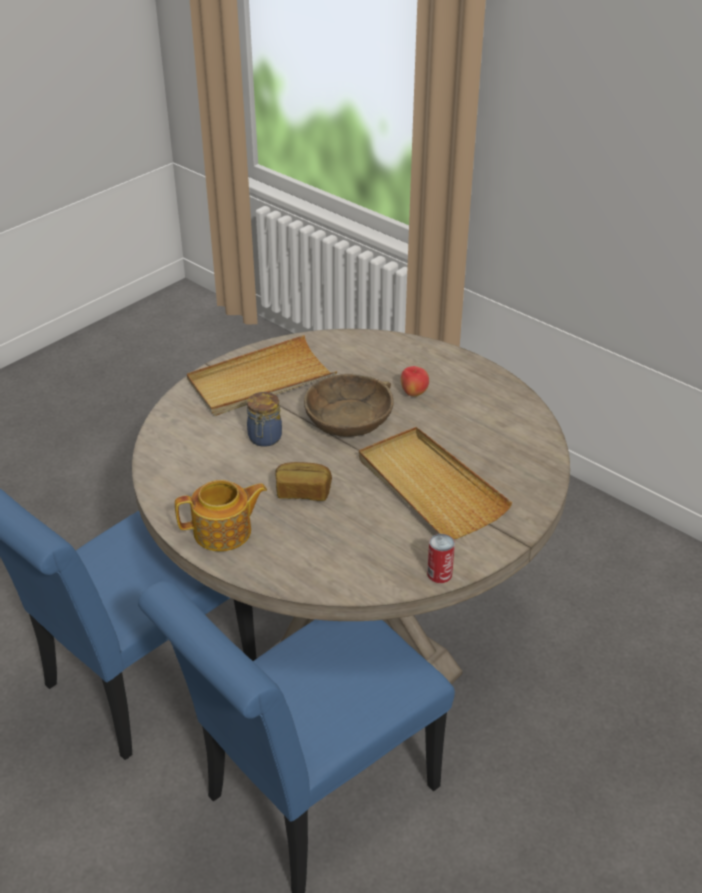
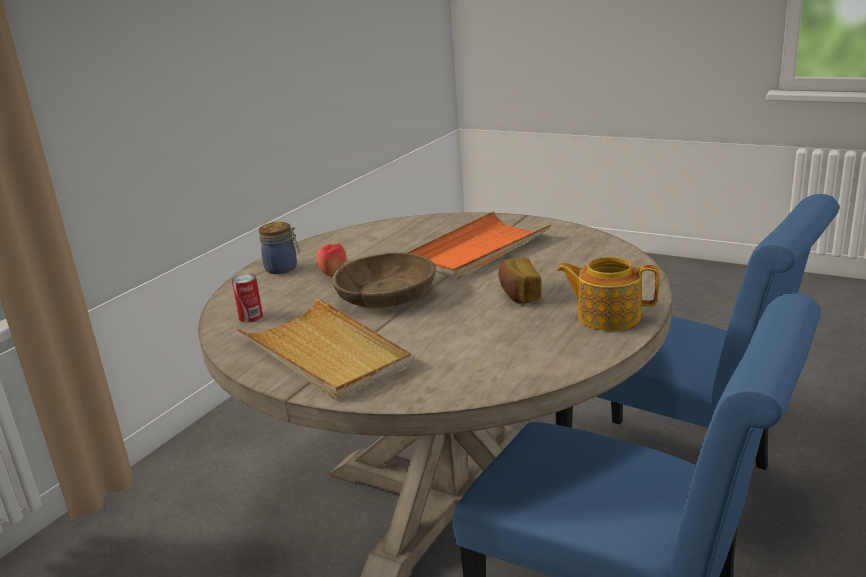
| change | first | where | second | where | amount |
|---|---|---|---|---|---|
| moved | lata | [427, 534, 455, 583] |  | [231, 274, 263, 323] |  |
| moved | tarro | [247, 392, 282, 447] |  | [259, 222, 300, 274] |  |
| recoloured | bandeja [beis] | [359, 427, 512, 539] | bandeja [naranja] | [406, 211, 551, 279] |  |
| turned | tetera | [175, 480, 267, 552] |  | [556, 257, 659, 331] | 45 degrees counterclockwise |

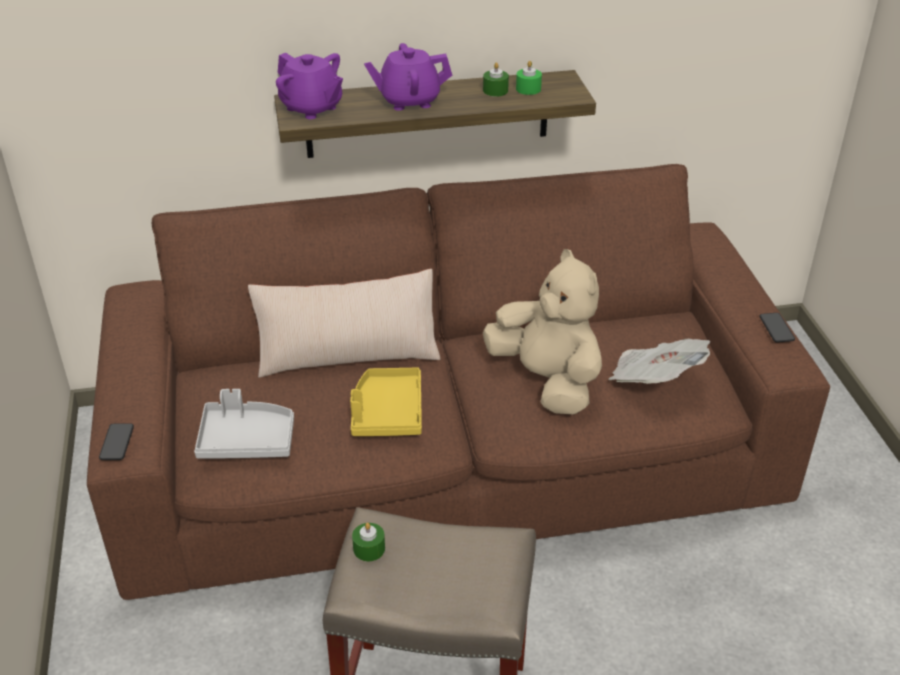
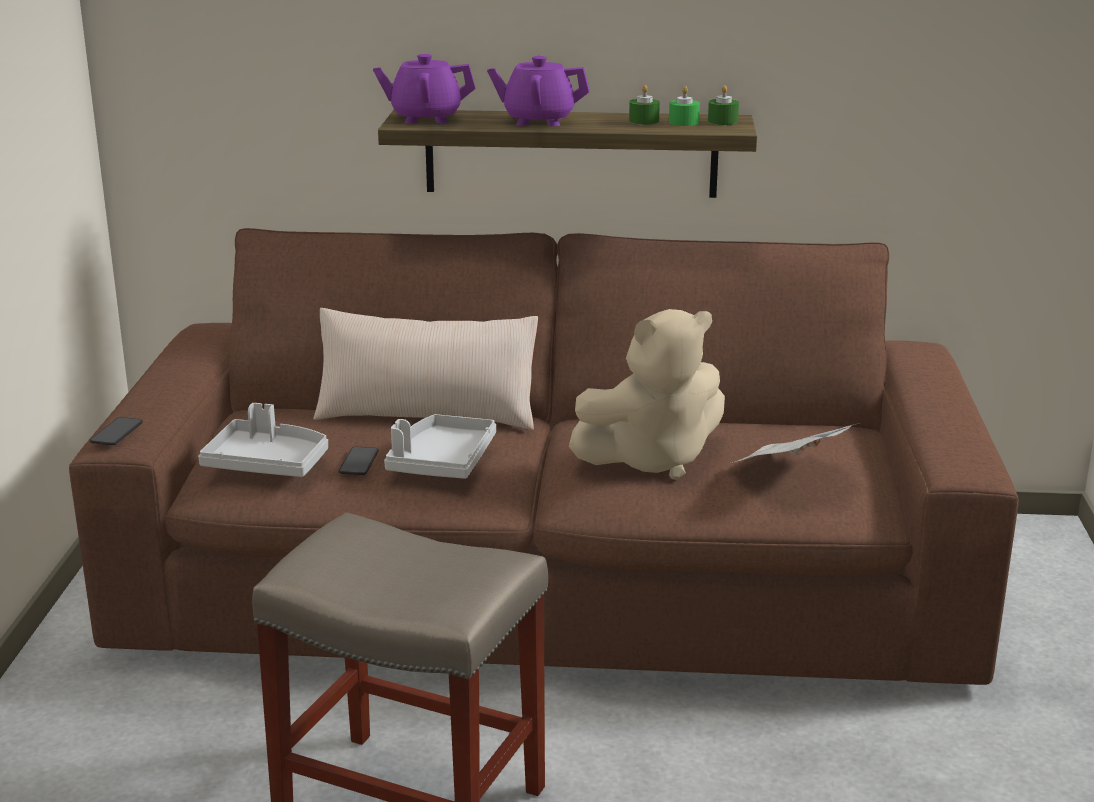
| change | first | where | second | where | amount |
|---|---|---|---|---|---|
| moved | móvil | [759, 313, 795, 342] |  | [339, 447, 379, 475] |  |
| turned | tetera [morado] | [276, 53, 343, 119] |  | [373, 54, 476, 124] | 120 degrees clockwise |
| recoloured | bandeja [amarillo] | [350, 368, 422, 436] | bandeja [gris] | [384, 414, 496, 479] |  |
| turned | peluche [beis] | [483, 249, 602, 414] |  | [569, 309, 725, 480] | 90 degrees clockwise |
| moved | vela [verde] | [352, 523, 385, 561] |  | [708, 85, 739, 125] |  |

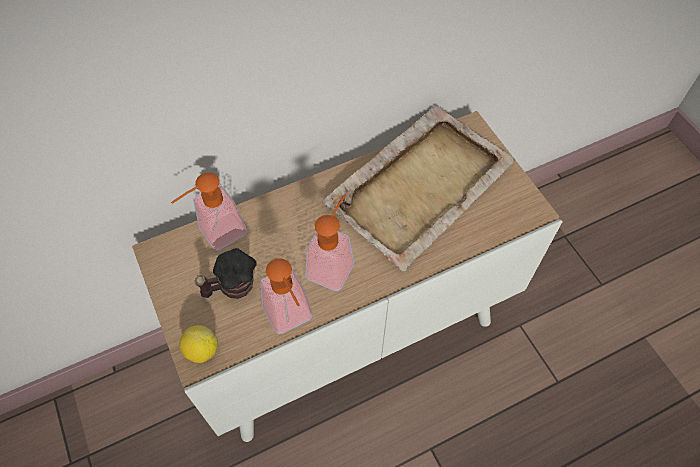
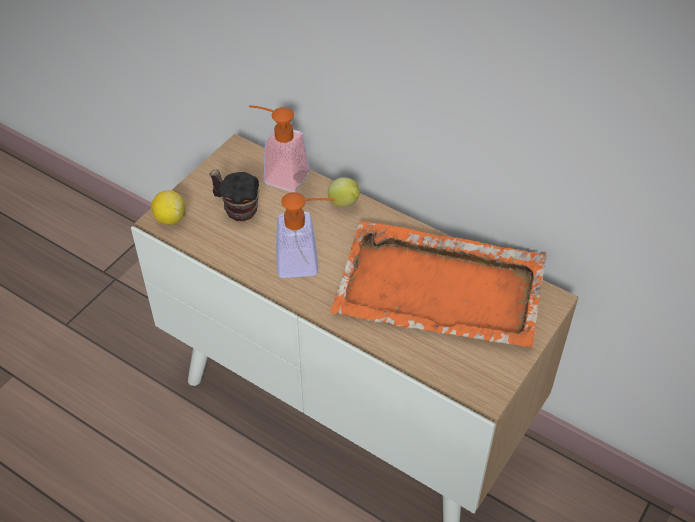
| change | first | where | second | where | amount |
|---|---|---|---|---|---|
| added |  |  | limón | [328, 177, 360, 207] |  |
| recoloured | bandeja [beis] | [323, 105, 516, 271] | bandeja [naranja] | [330, 221, 547, 348] |  |
| removed | dispensador de jabón | [260, 258, 313, 334] |  |  |  |

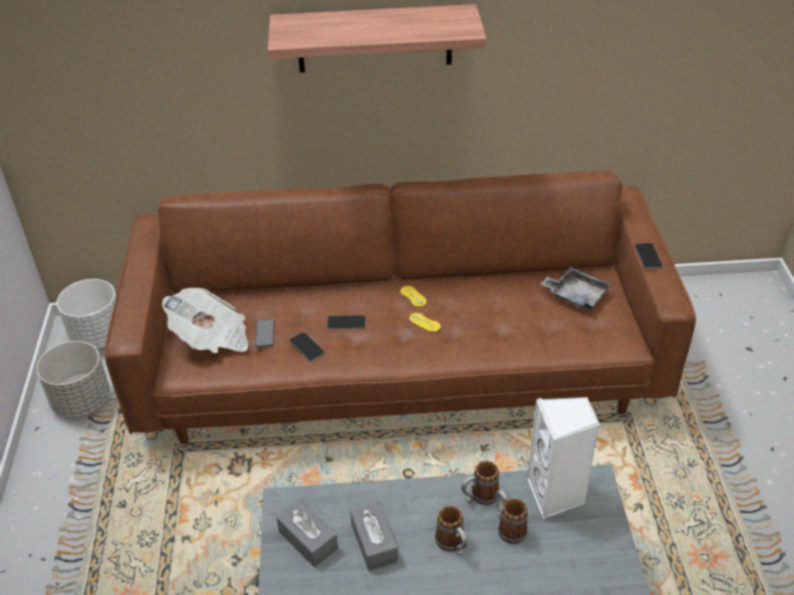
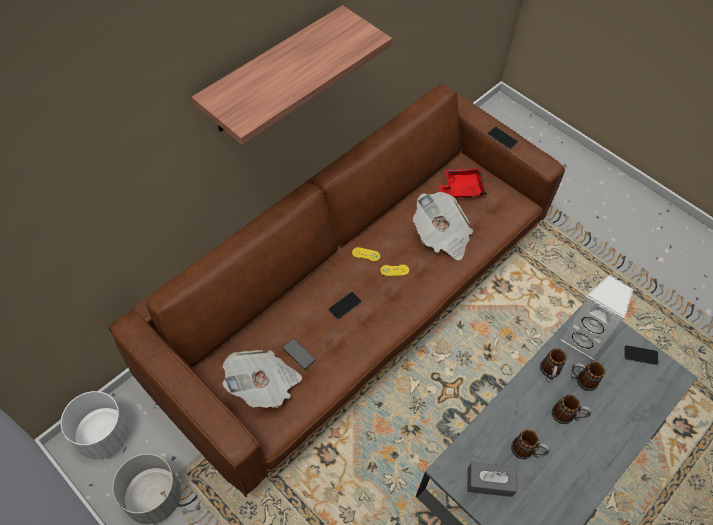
| change | first | where | second | where | amount |
|---|---|---|---|---|---|
| added |  |  | periódico | [413, 192, 473, 260] |  |
| recoloured | bandeja [gris] | [541, 267, 612, 312] | bandeja [rojo] | [438, 168, 487, 198] |  |
| replaced | caja de pañuelos [gris] | [350, 502, 398, 571] | taza grande | [511, 429, 550, 459] |  |
| moved | móvil | [290, 332, 325, 361] |  | [624, 345, 659, 365] |  |

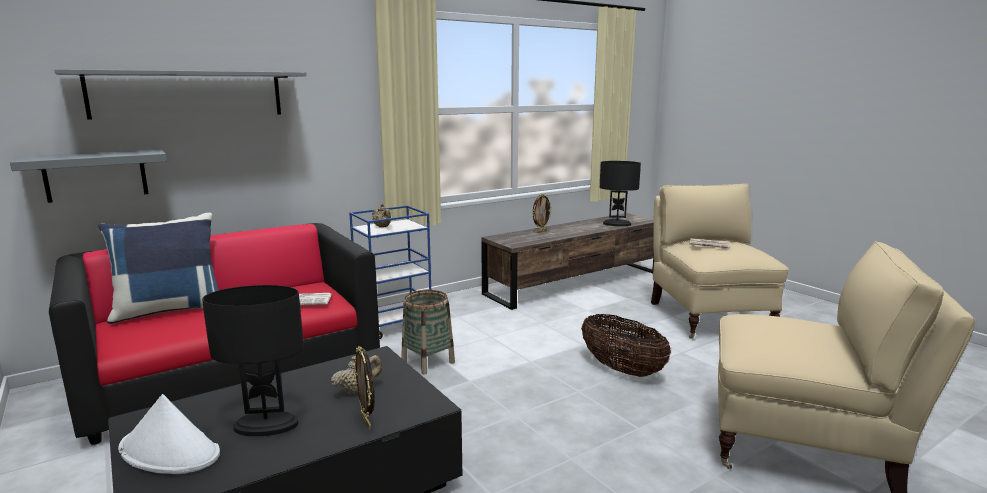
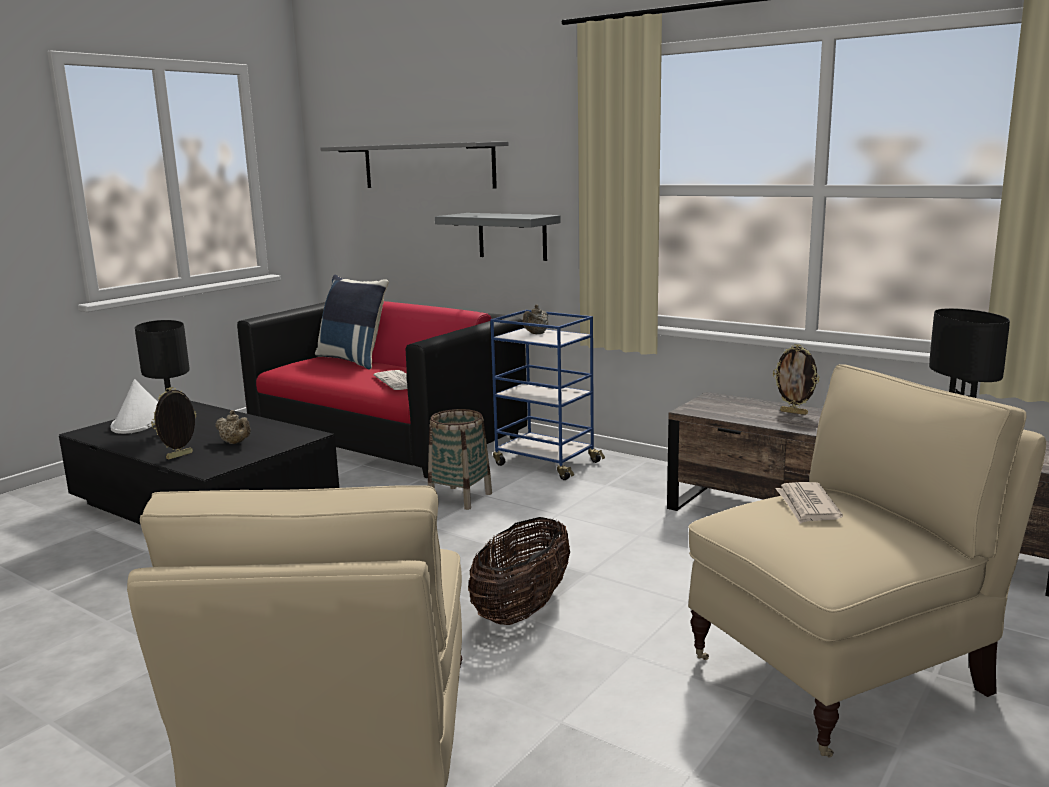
| change | first | where | second | where | amount |
|---|---|---|---|---|---|
| moved | estante [gris] | [10, 149, 167, 203] |  | [435, 213, 561, 261] |  |

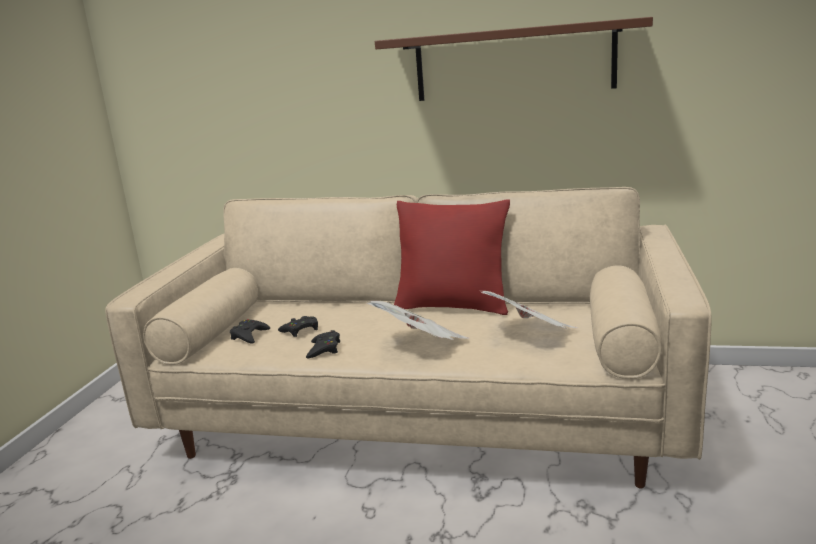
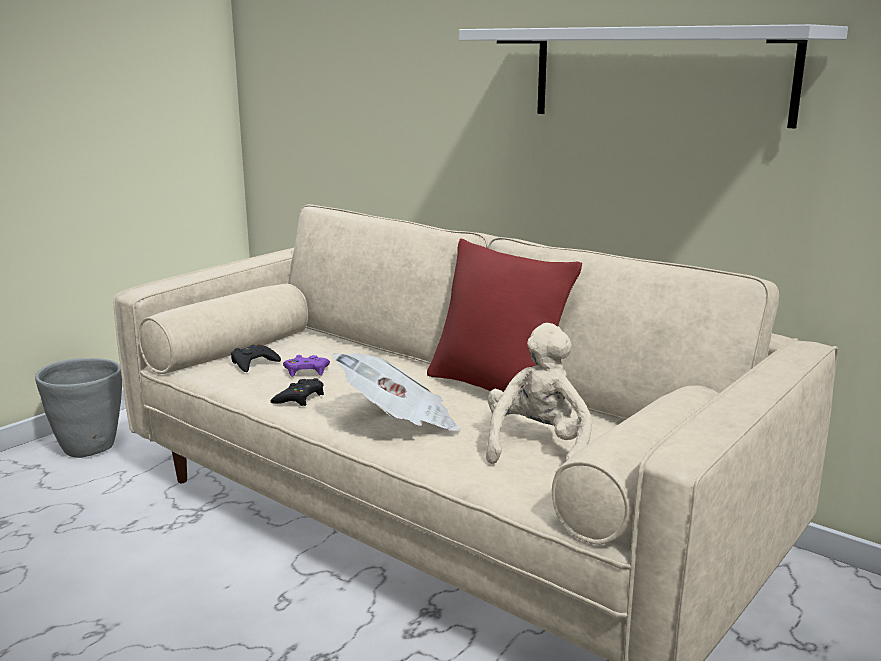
| change | first | where | second | where | amount |
|---|---|---|---|---|---|
| added |  |  | maceta [gris] | [35, 358, 122, 458] |  |
| recoloured | mando de consola [negro] | [278, 316, 318, 337] | mando de consola [morado] | [283, 355, 330, 377] |  |
| recoloured | estante [marrón] | [375, 17, 653, 101] | estante [blanco] | [459, 24, 848, 128] |  |
| replaced | periódico | [480, 291, 578, 329] | peluche [beis] | [486, 323, 592, 464] |  |

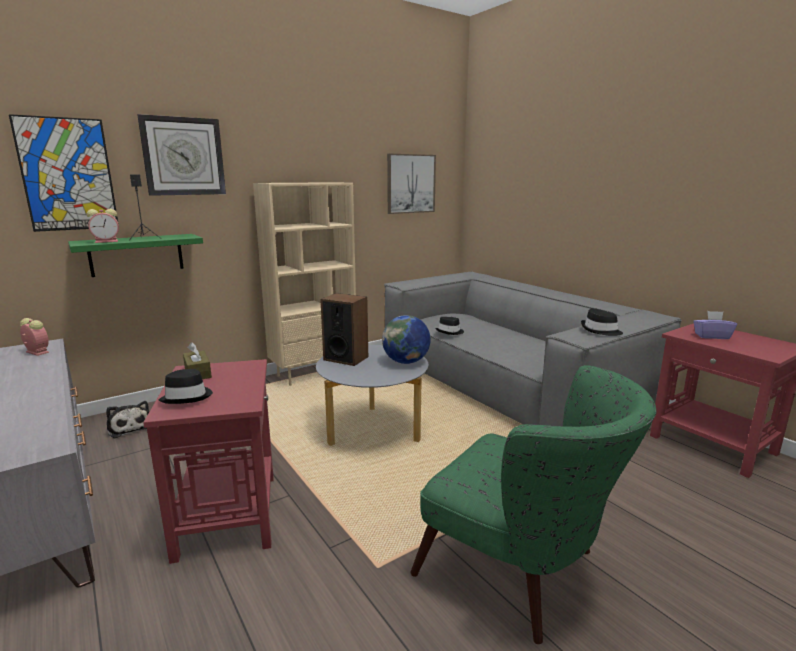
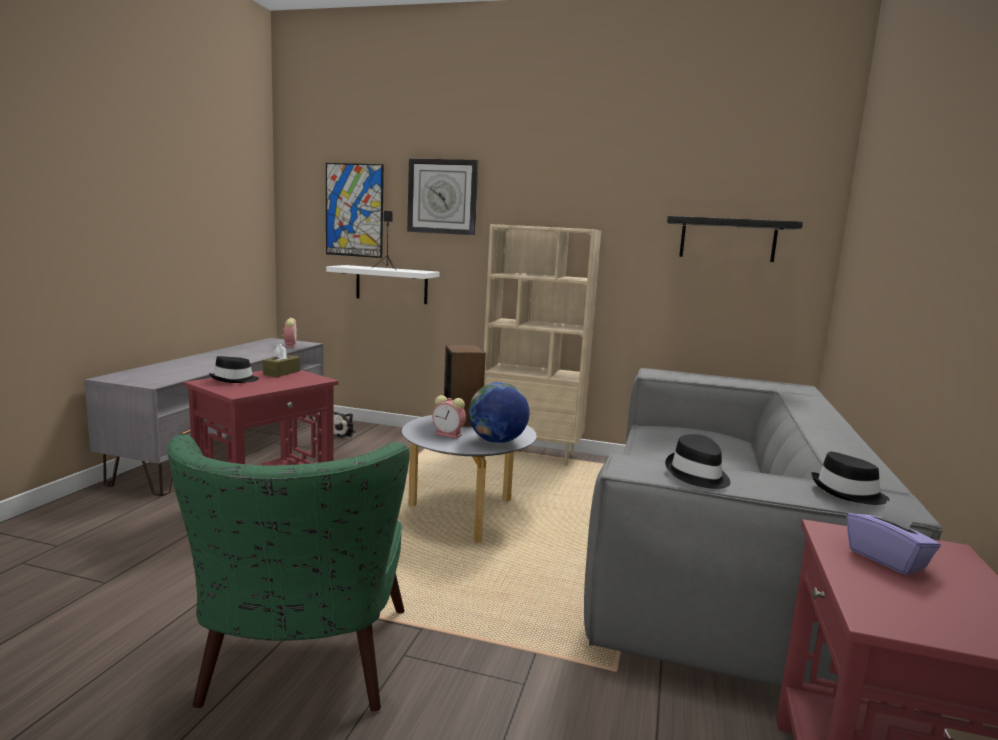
| change | first | where | second | where | amount |
|---|---|---|---|---|---|
| recoloured | estante [verde] | [68, 234, 203, 277] | estante [blanco] | [326, 265, 440, 304] |  |
| moved | despertador | [87, 209, 119, 243] |  | [432, 395, 466, 438] |  |
| replaced | cuadro | [387, 154, 436, 214] | estante [negro] | [667, 216, 803, 262] |  |
| moved | sombrero [negro] | [435, 317, 464, 335] |  | [811, 451, 889, 505] |  |

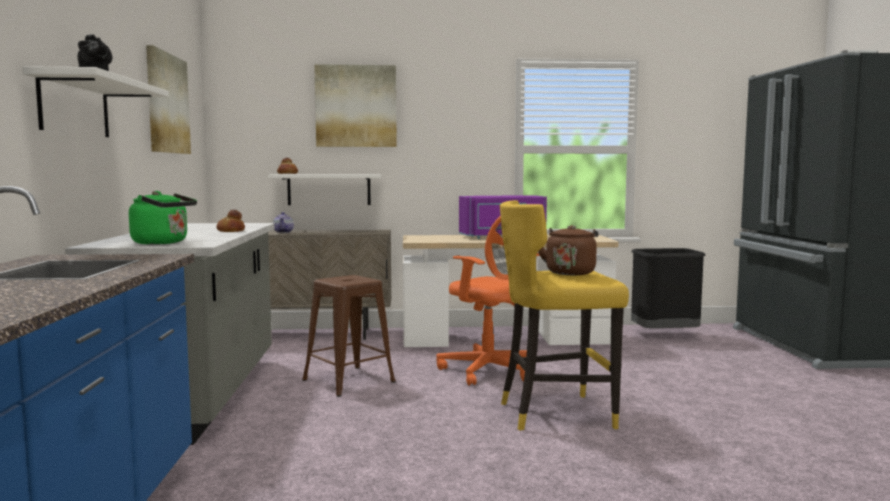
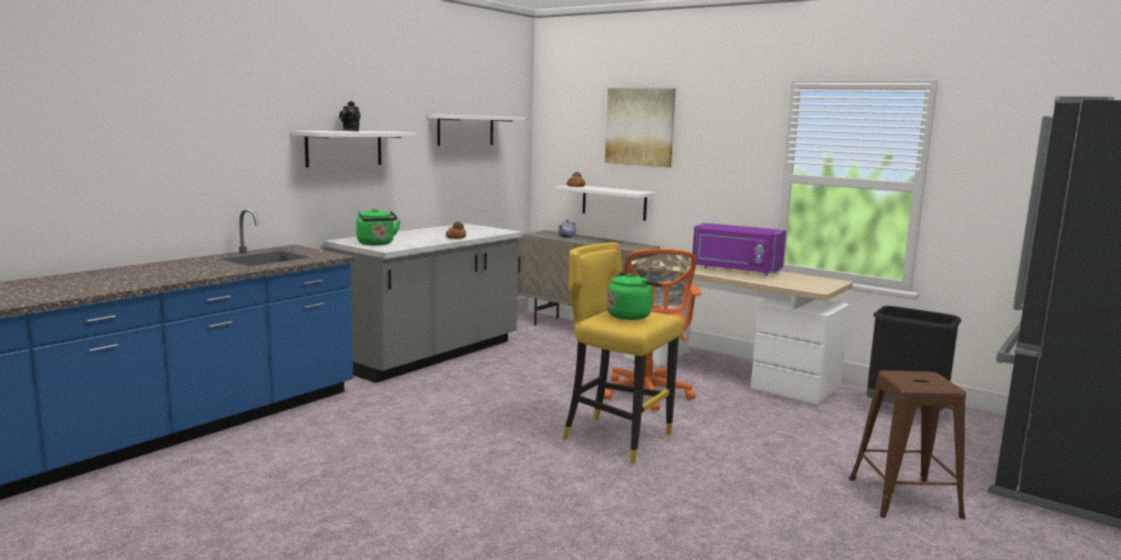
| change | first | where | second | where | amount |
|---|---|---|---|---|---|
| replaced | cuadro | [146, 45, 191, 154] | estante [blanco] | [429, 114, 525, 146] |  |
| recoloured | hervidor [marrón] | [538, 225, 599, 275] | hervidor [verde] | [607, 272, 662, 320] |  |
| moved | taburete [marrón] | [302, 275, 396, 397] |  | [849, 370, 966, 520] |  |

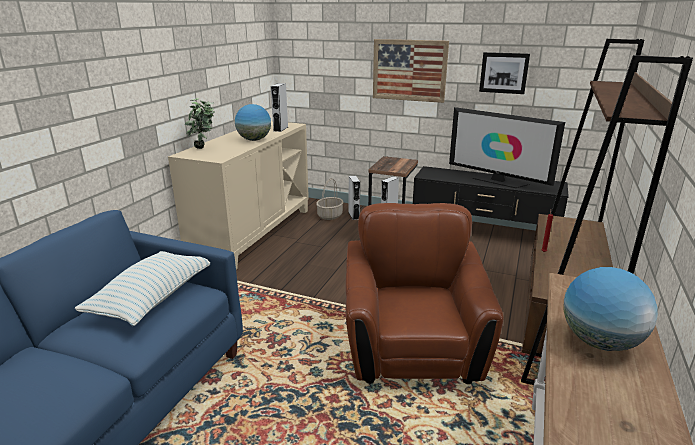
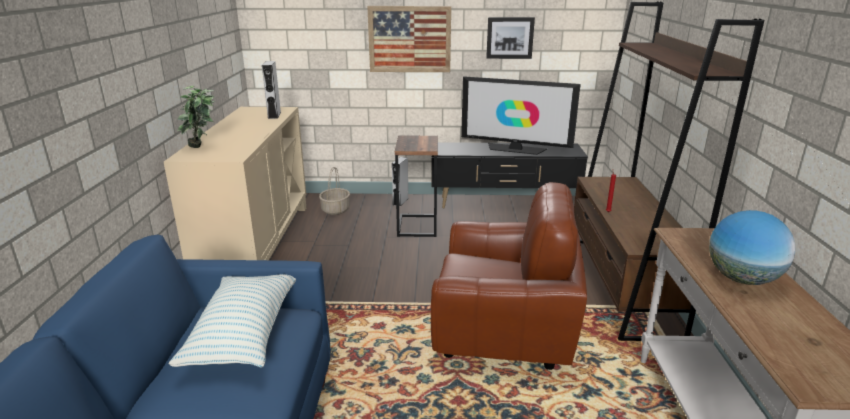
| change | first | where | second | where | amount |
|---|---|---|---|---|---|
| turned | sillón [marrón] | [345, 203, 503, 384] |  | [431, 182, 587, 370] | 120 degrees clockwise |
| removed | globo terráqueo | [235, 104, 271, 141] |  |  |  |
| removed | altavoz [gris] | [349, 175, 360, 220] |  |  |  |

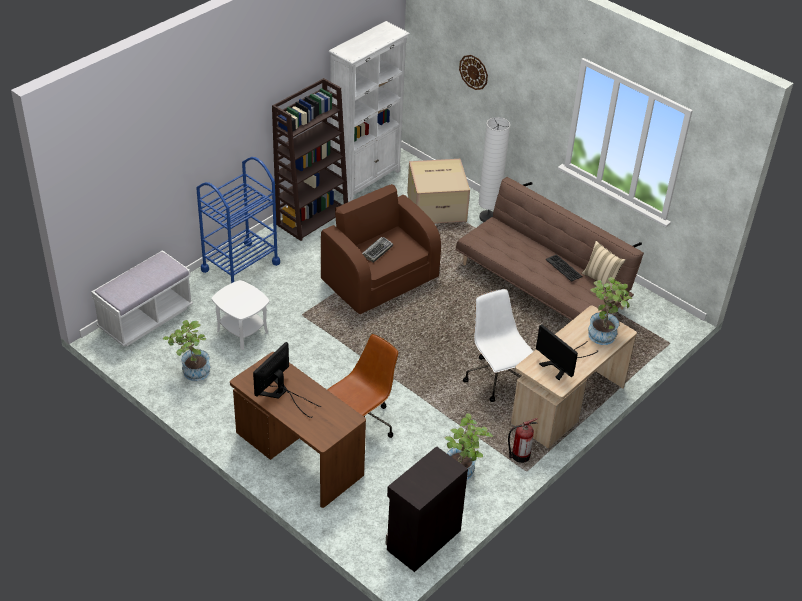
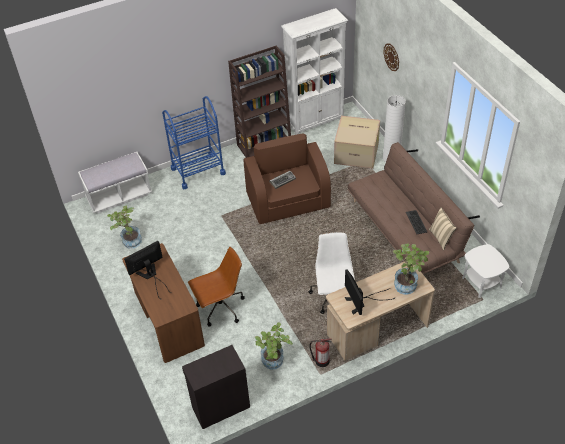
| change | first | where | second | where | amount |
|---|---|---|---|---|---|
| moved | mesa auxiliar [blanco] | [212, 280, 269, 350] |  | [462, 244, 510, 298] |  |

